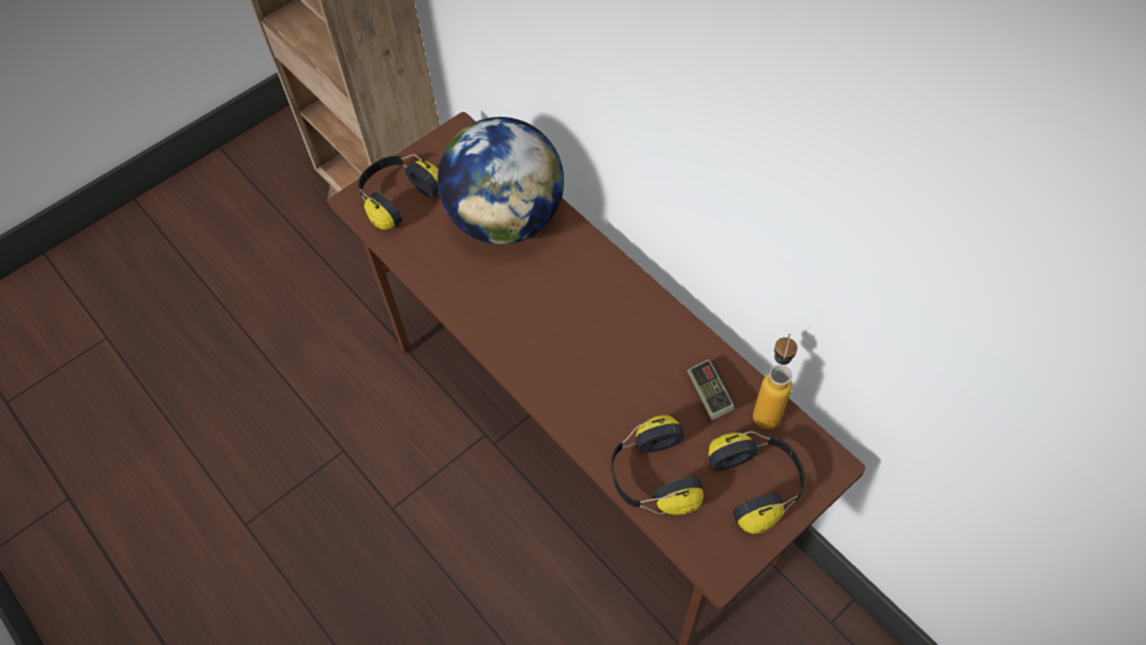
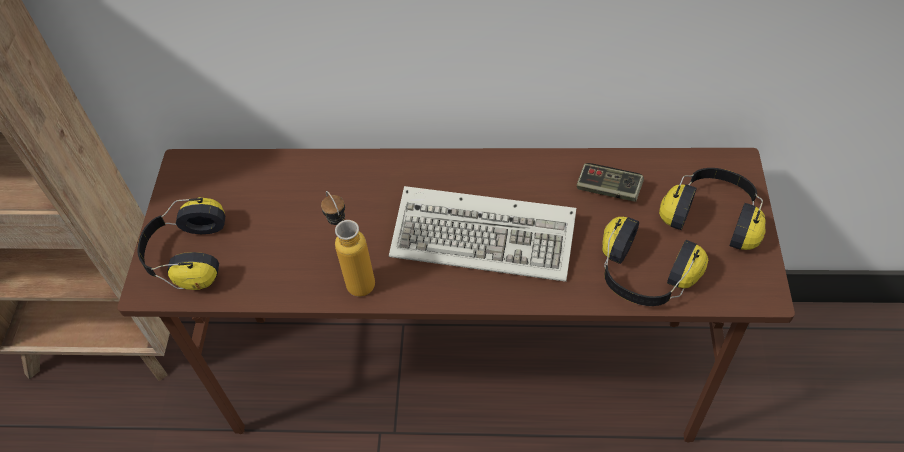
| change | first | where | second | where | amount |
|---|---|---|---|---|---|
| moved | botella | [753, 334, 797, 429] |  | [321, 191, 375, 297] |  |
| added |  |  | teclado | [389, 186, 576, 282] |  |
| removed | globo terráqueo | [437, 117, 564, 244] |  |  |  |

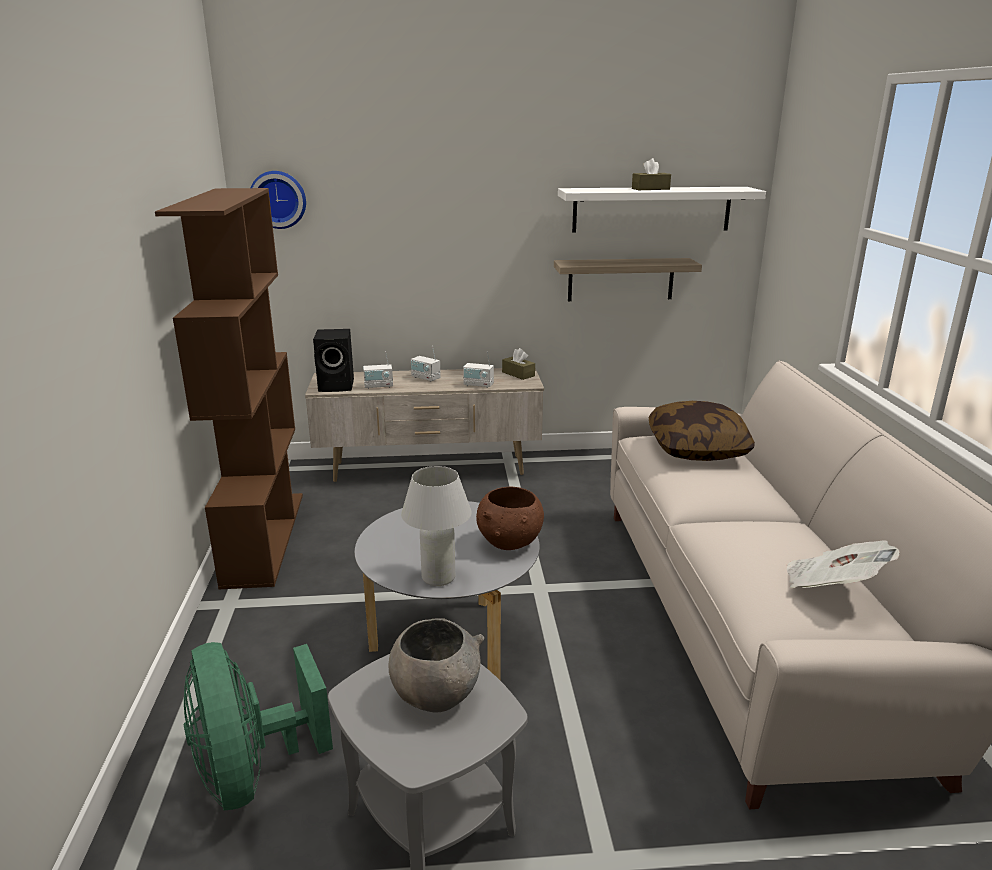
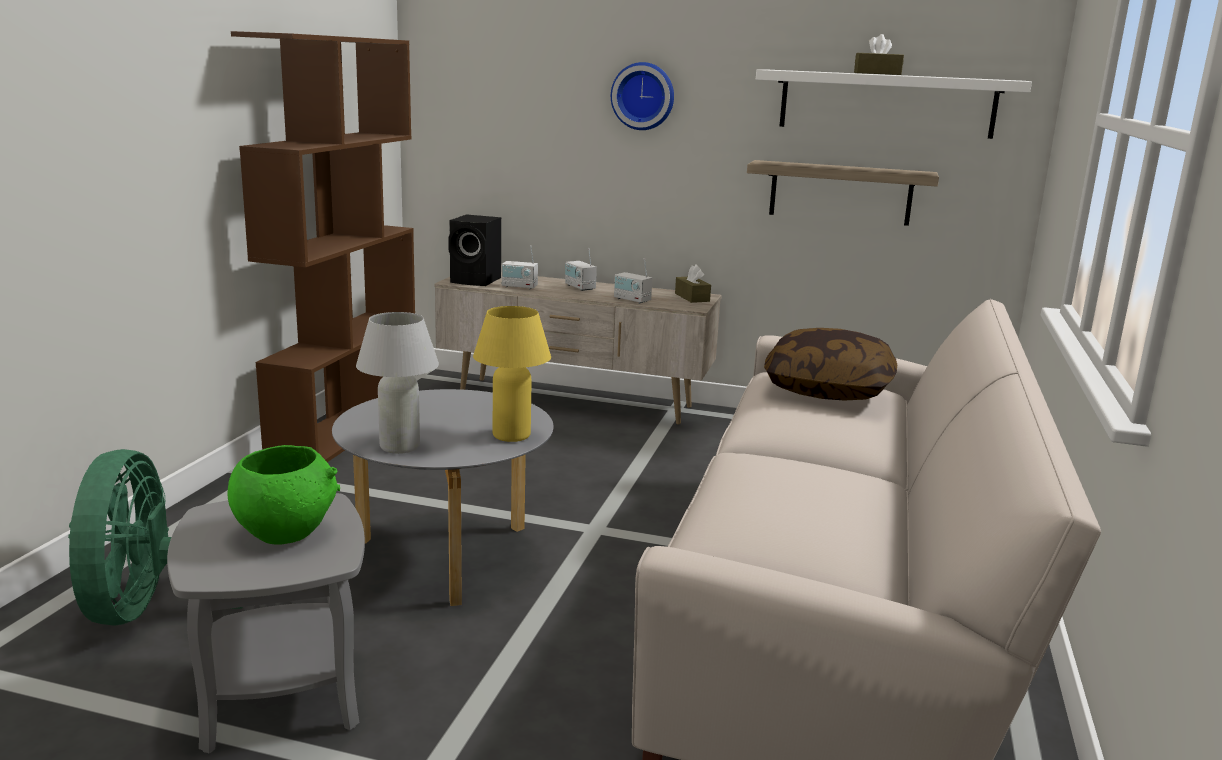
| change | first | where | second | where | amount |
|---|---|---|---|---|---|
| recoloured | cuenco [gris] | [389, 618, 484, 713] | cuenco [verde] | [227, 445, 340, 545] |  |
| replaced | cuenco [marrón] | [476, 487, 544, 550] | lámpara de mesa [amarillo] | [473, 306, 551, 442] |  |
| moved | reloj de pared | [251, 171, 306, 229] |  | [611, 62, 674, 130] |  |
| removed | periódico | [787, 540, 900, 588] |  |  |  |

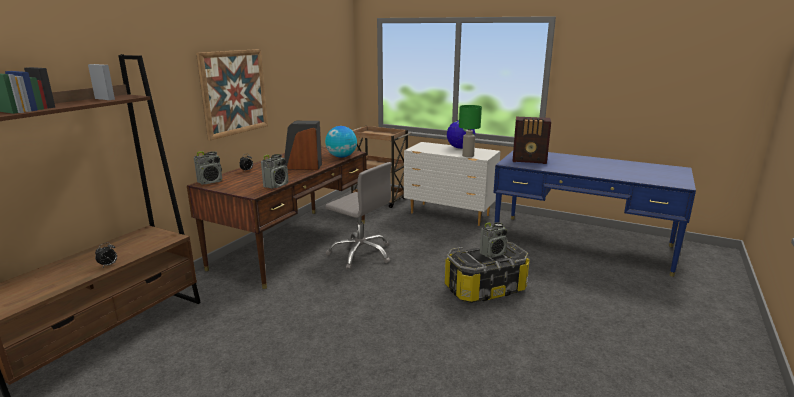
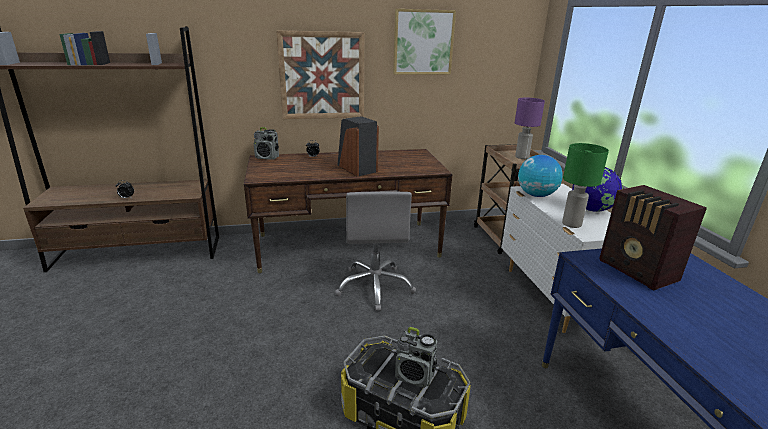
| change | first | where | second | where | amount |
|---|---|---|---|---|---|
| added |  |  | cuadro | [393, 9, 456, 74] |  |
| added |  |  | lámpara de mesa [morado] | [515, 98, 545, 159] |  |
| moved | globo terráqueo | [325, 126, 357, 158] |  | [518, 155, 563, 197] |  |
| removed | radio | [261, 154, 288, 189] |  |  |  |

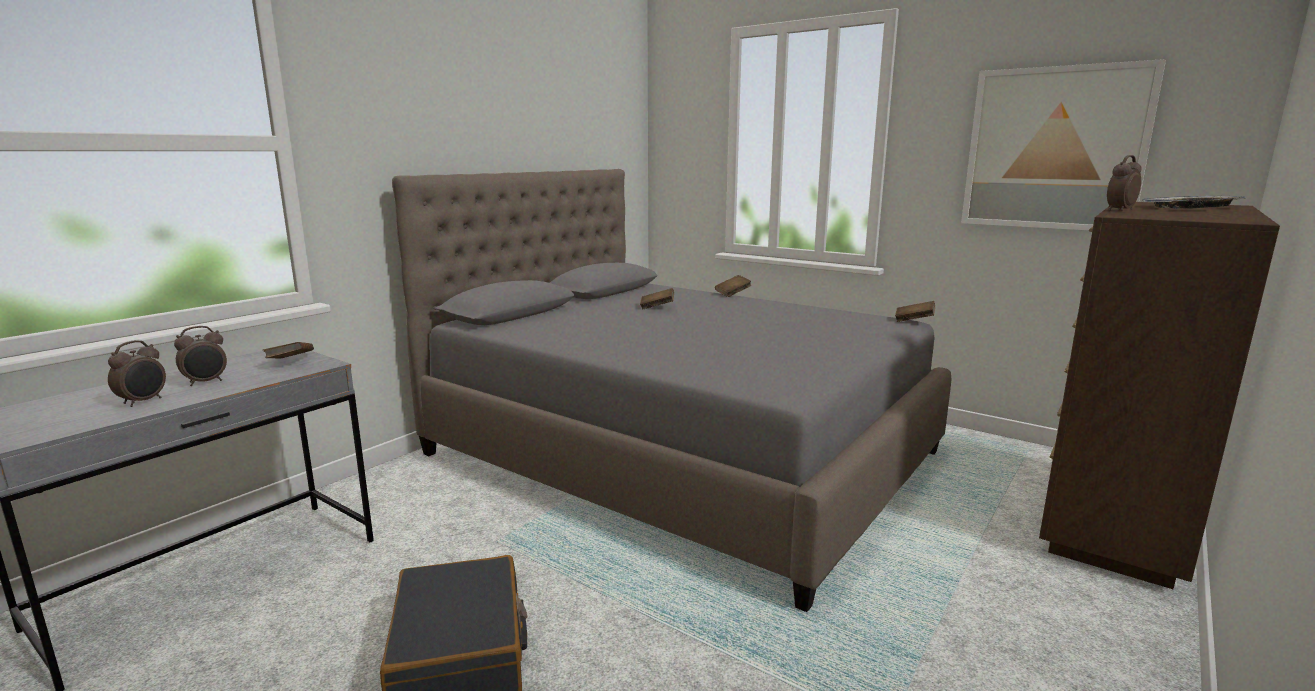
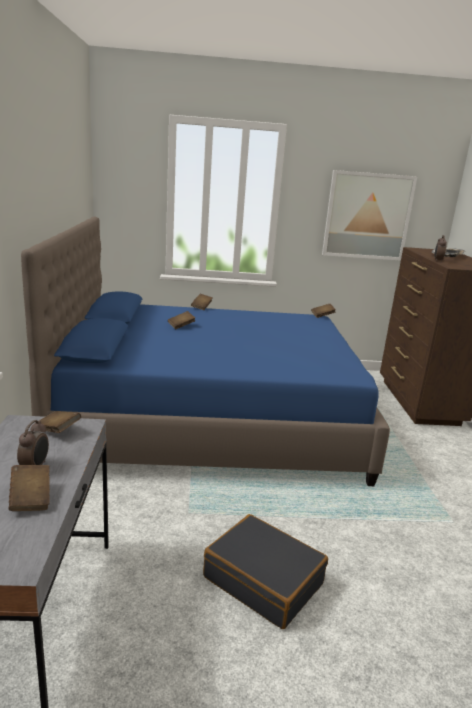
| change | first | where | second | where | amount |
|---|---|---|---|---|---|
| replaced | despertador | [108, 340, 166, 407] | libro [marrón] | [8, 465, 50, 511] |  |
| recoloured | cama [gris] | [392, 169, 951, 612] | cama [azul] | [21, 217, 390, 486] |  |

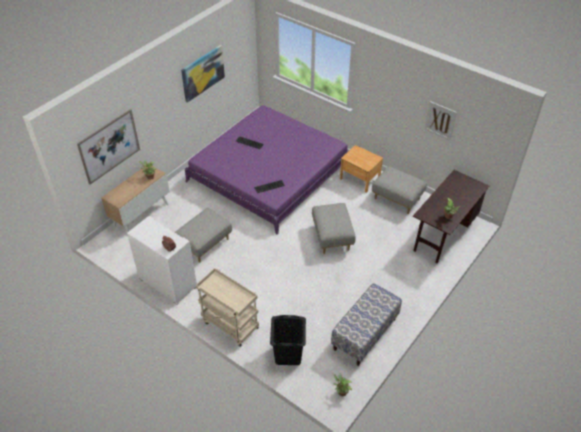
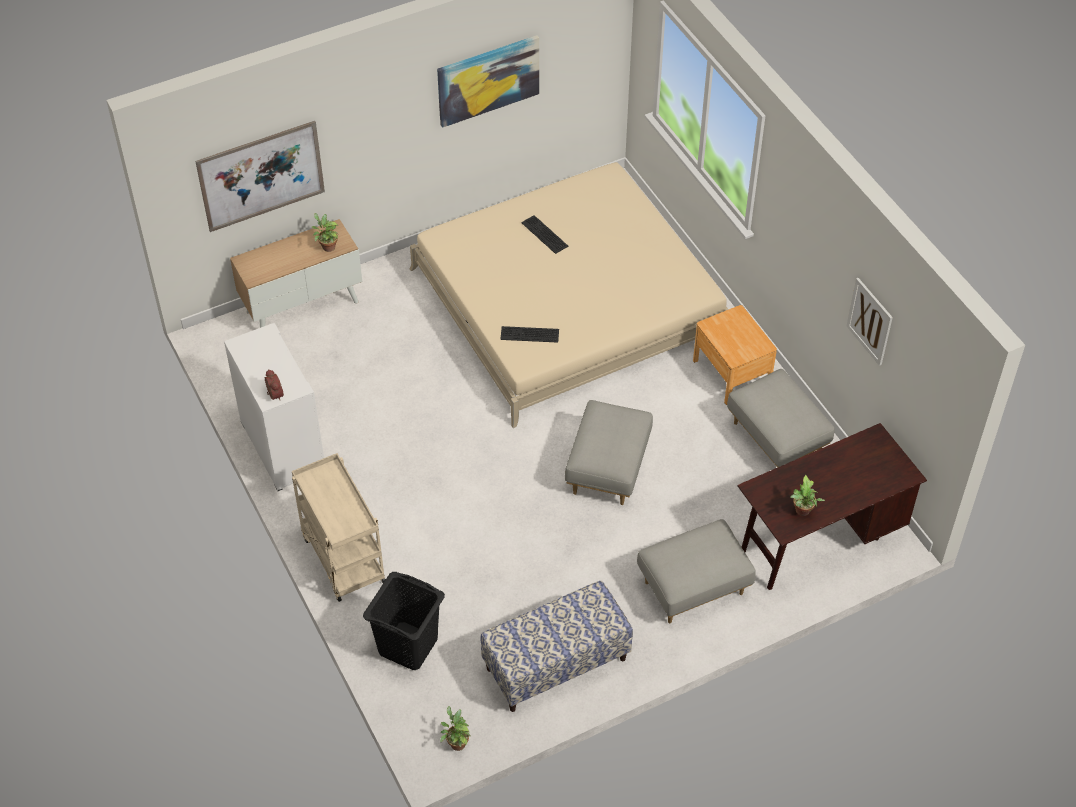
| change | first | where | second | where | amount |
|---|---|---|---|---|---|
| recoloured | cama [morado] | [185, 105, 348, 235] | cama [beis] | [410, 162, 729, 428] |  |
| moved | puf [gris] | [175, 208, 232, 262] |  | [637, 519, 756, 623] |  |

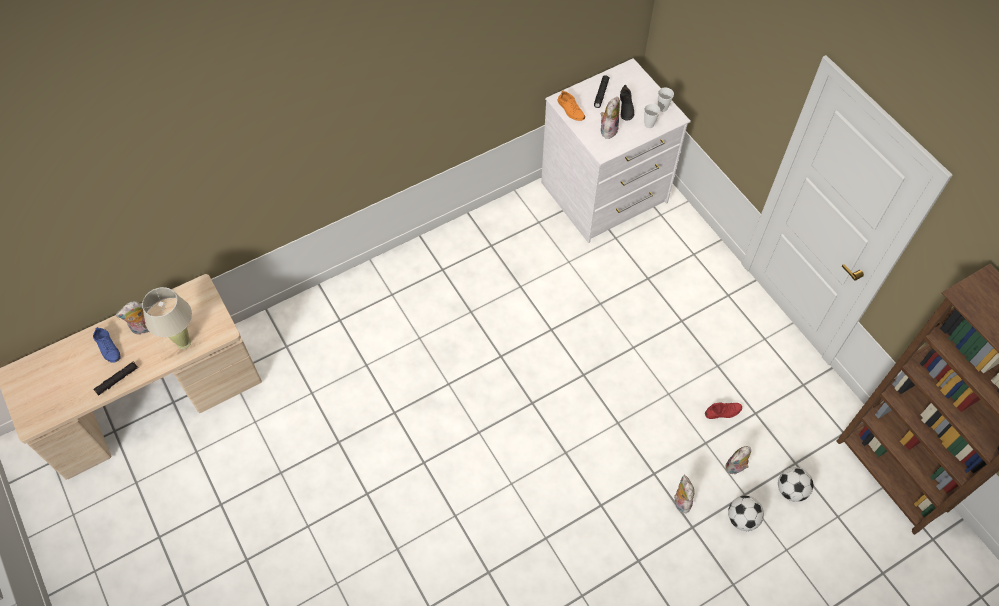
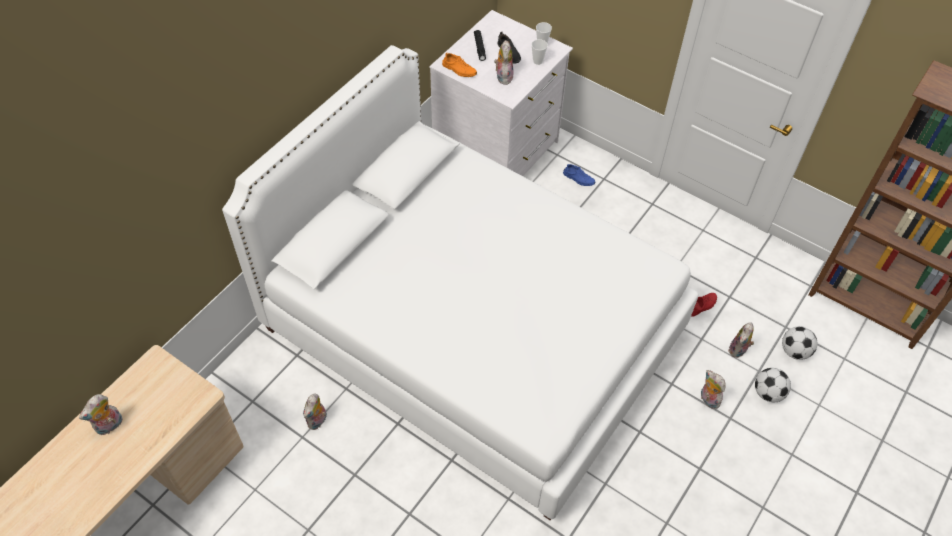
| change | first | where | second | where | amount |
|---|---|---|---|---|---|
| added |  |  | cama [blanco] | [222, 45, 699, 520] |  |
| added |  |  | peluche | [303, 393, 327, 430] |  |
| moved | zapato [azul] | [93, 327, 121, 363] |  | [563, 164, 595, 186] |  |
| removed | linterna [negro] | [93, 361, 138, 396] |  |  |  |
| removed | lámpara de mesa [beis] | [142, 287, 192, 349] |  |  |  |

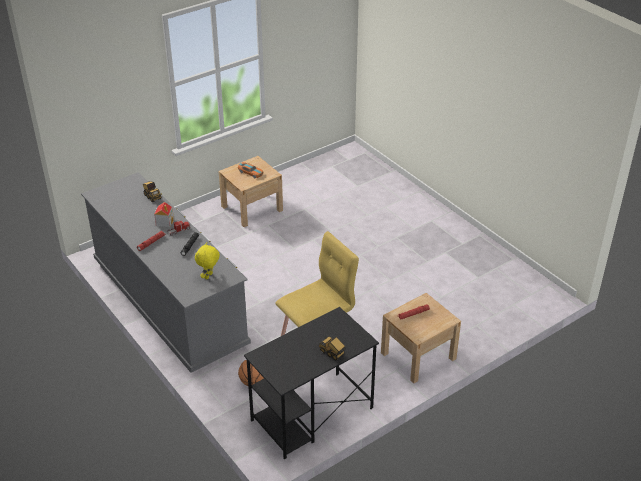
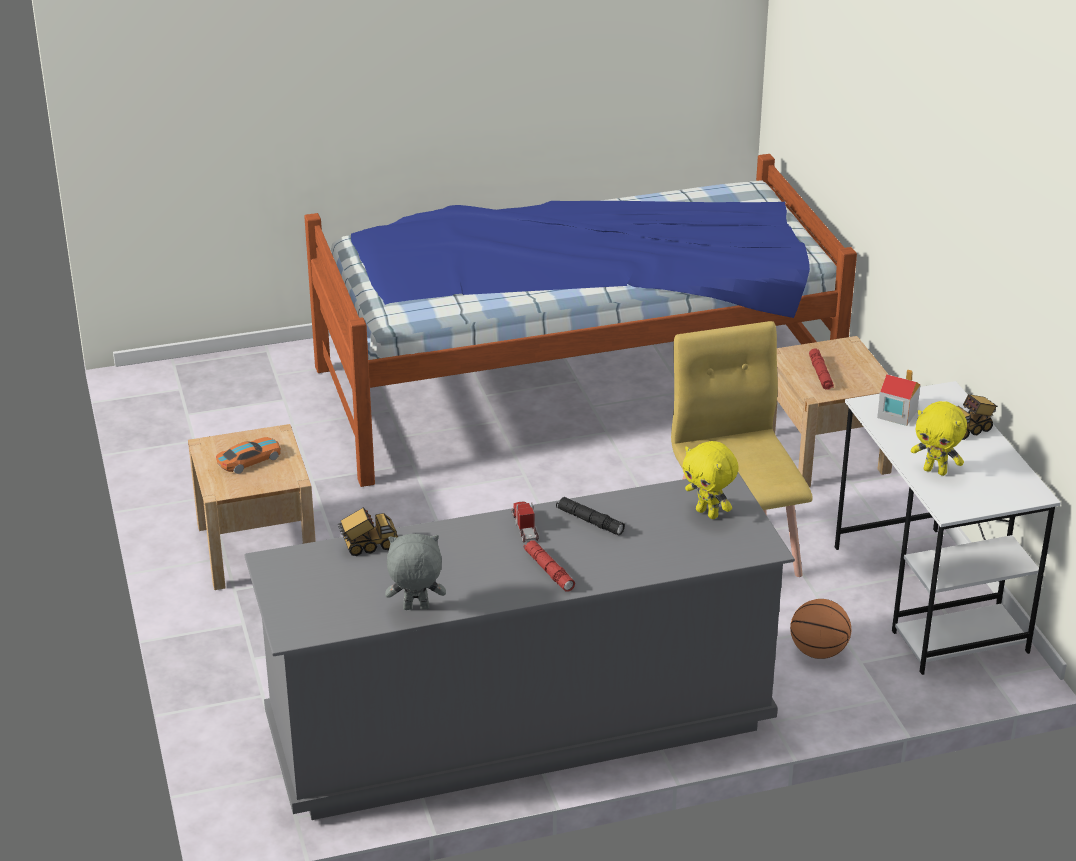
| change | first | where | second | where | amount |
|---|---|---|---|---|---|
| added |  |  | cama | [304, 154, 857, 487] |  |
| added |  |  | peluche [gris] | [385, 534, 446, 610] |  |
| recoloured | escritorio [negro] | [244, 307, 379, 459] | escritorio [blanco] | [834, 381, 1061, 675] |  |
| moved | casita | [154, 202, 174, 227] |  | [877, 370, 920, 426] |  |
| added |  |  | peluche [amarillo] | [911, 401, 967, 476] |  |

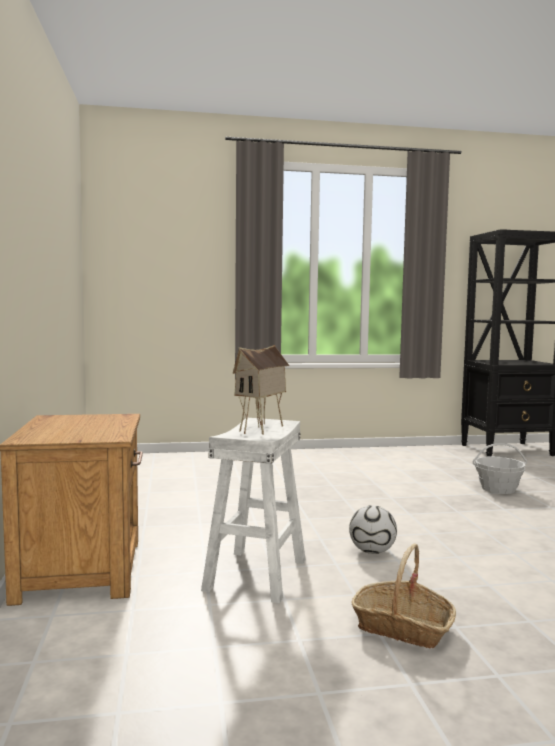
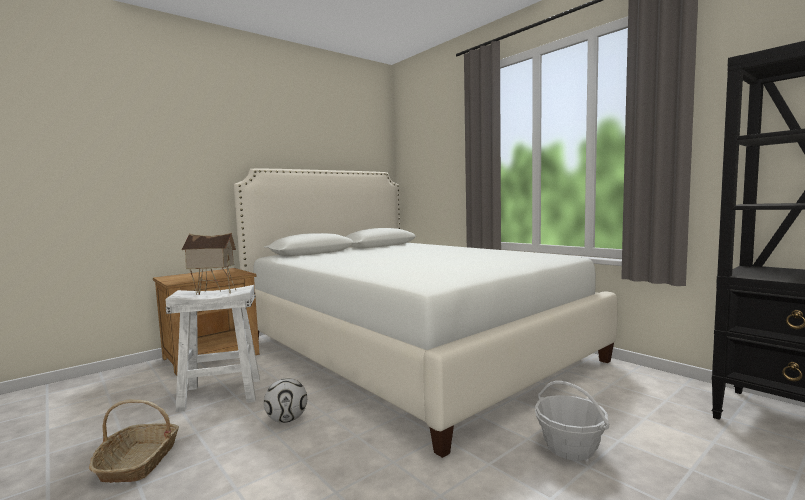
| change | first | where | second | where | amount |
|---|---|---|---|---|---|
| added |  |  | cama [blanco] | [234, 169, 617, 458] |  |

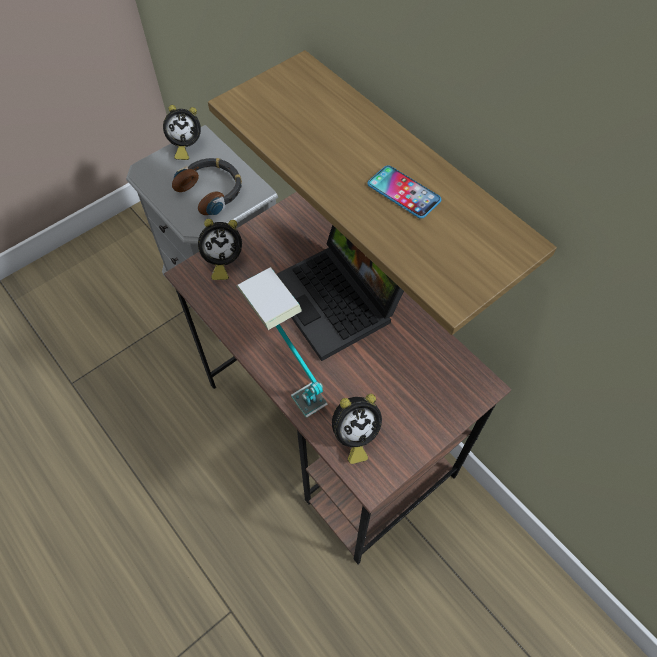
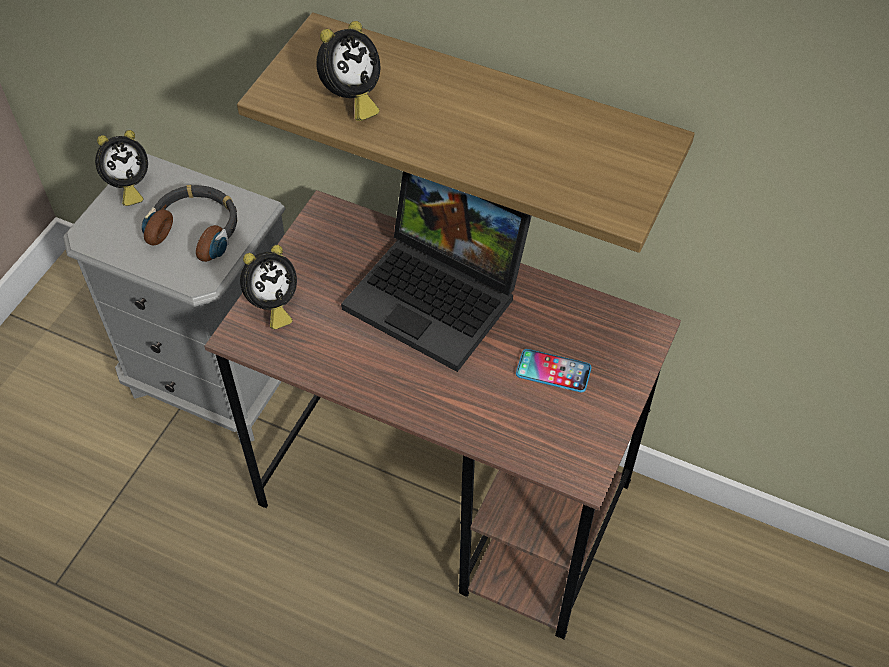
| change | first | where | second | where | amount |
|---|---|---|---|---|---|
| moved | despertador | [332, 394, 382, 464] |  | [316, 21, 380, 121] |  |
| moved | móvil | [367, 165, 441, 219] |  | [516, 349, 591, 392] |  |
| removed | lámpara de mesa | [237, 267, 328, 418] |  |  |  |

